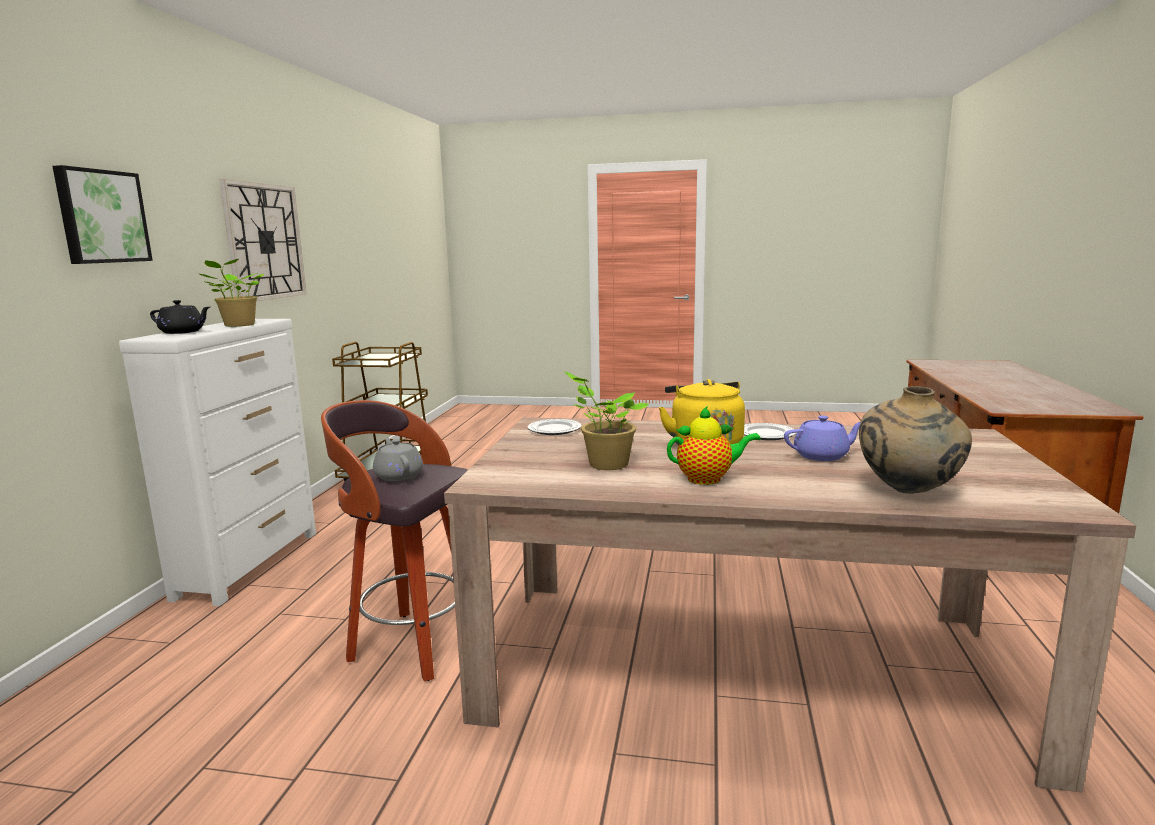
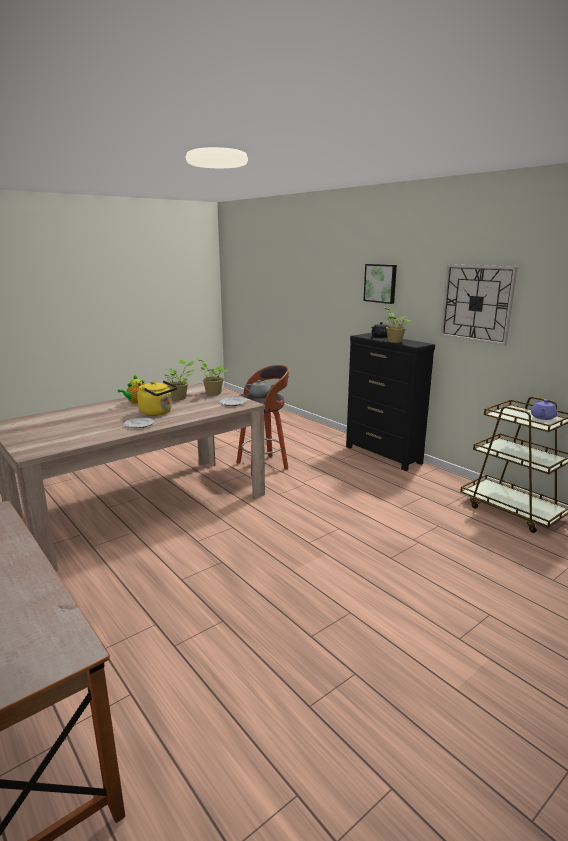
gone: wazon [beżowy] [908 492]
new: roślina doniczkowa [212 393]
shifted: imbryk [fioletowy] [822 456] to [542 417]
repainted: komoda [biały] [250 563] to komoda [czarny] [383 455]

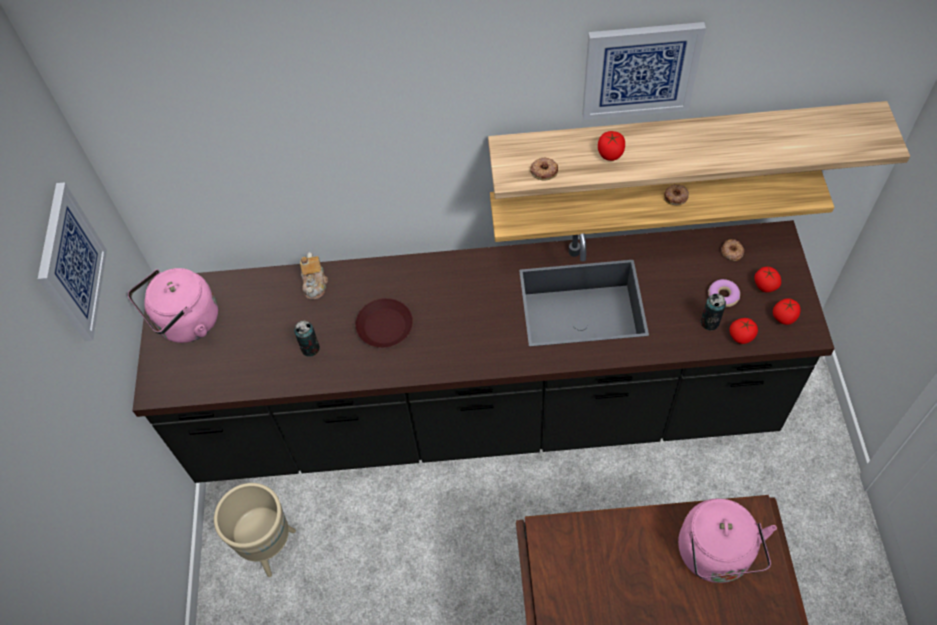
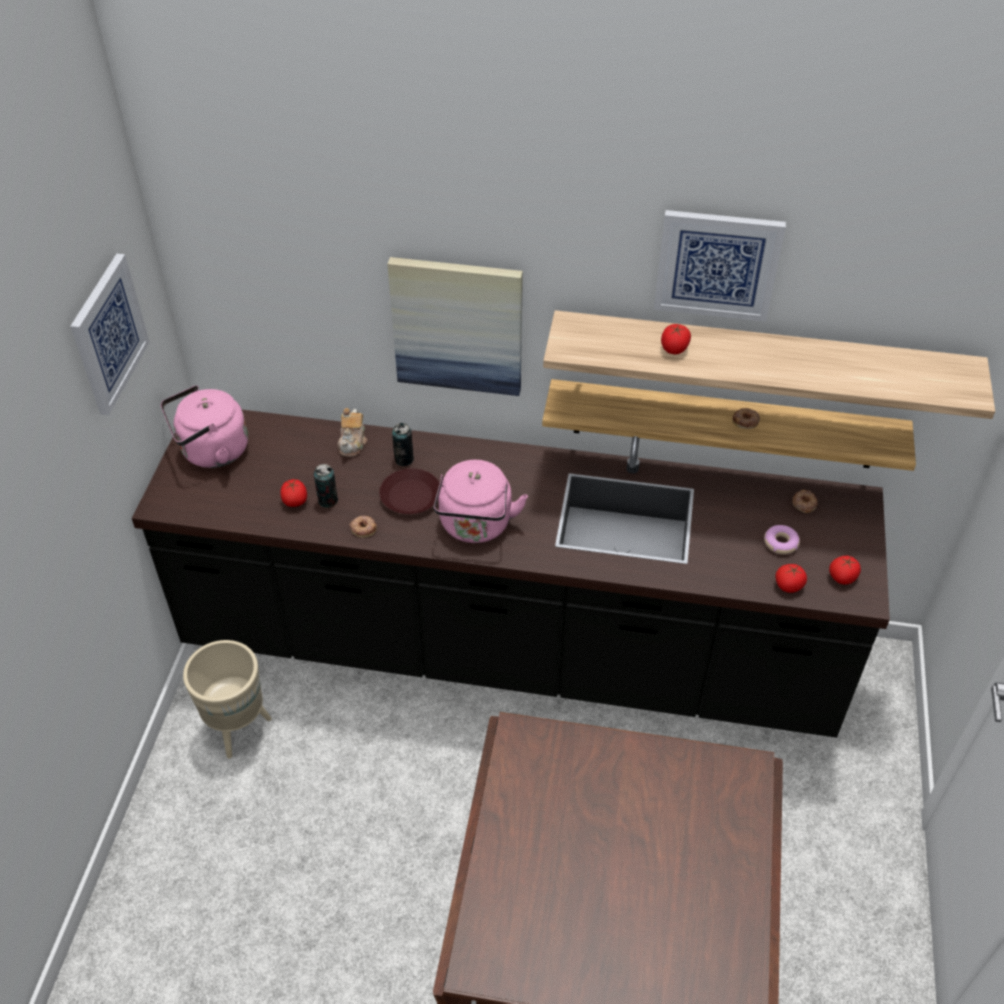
new: obraz [458 325]
shifted: donut [544 170] to [363 528]; pomidor [765 285] to [295 501]; puszka [709 322] to [404 459]; czajnik [różowy] [716 556] to [476 526]

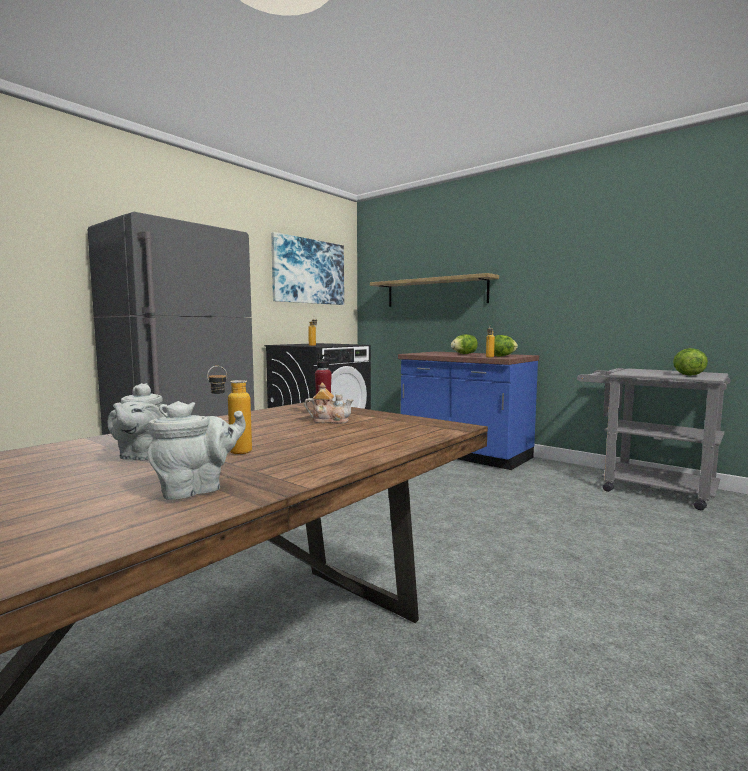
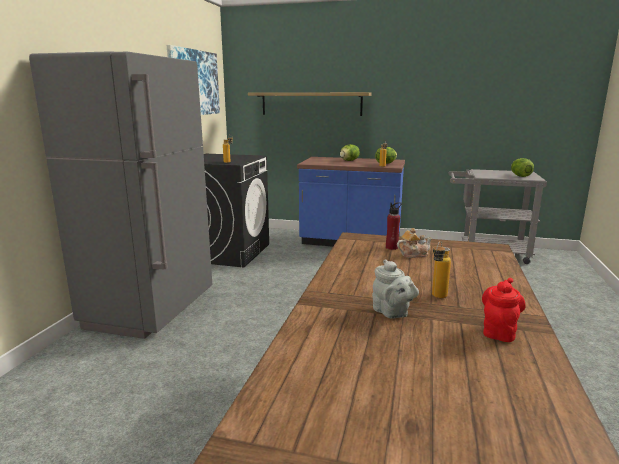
repainted: imbryk [szary] [196 490] to imbryk [czerwony] [499 331]

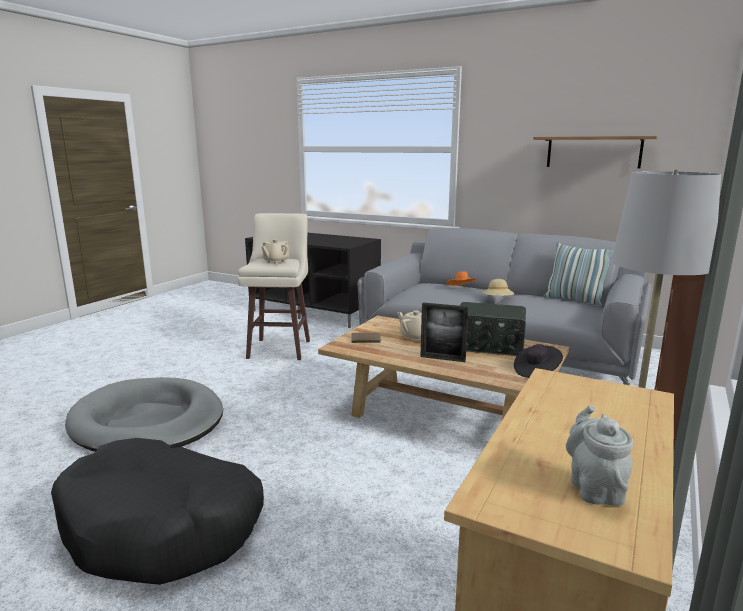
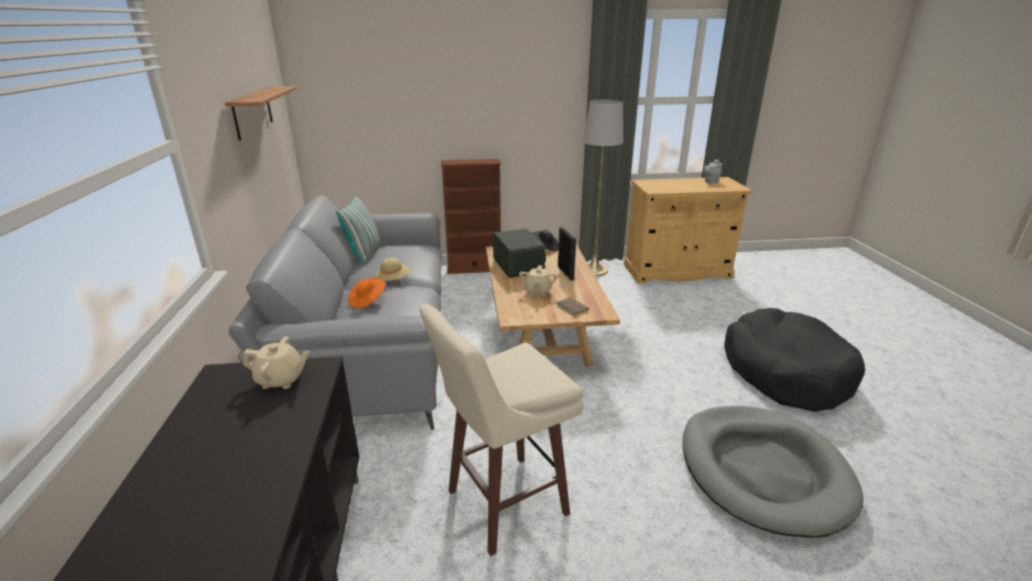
shifted: imbryk [beżowy] [275 261] to [281 380]

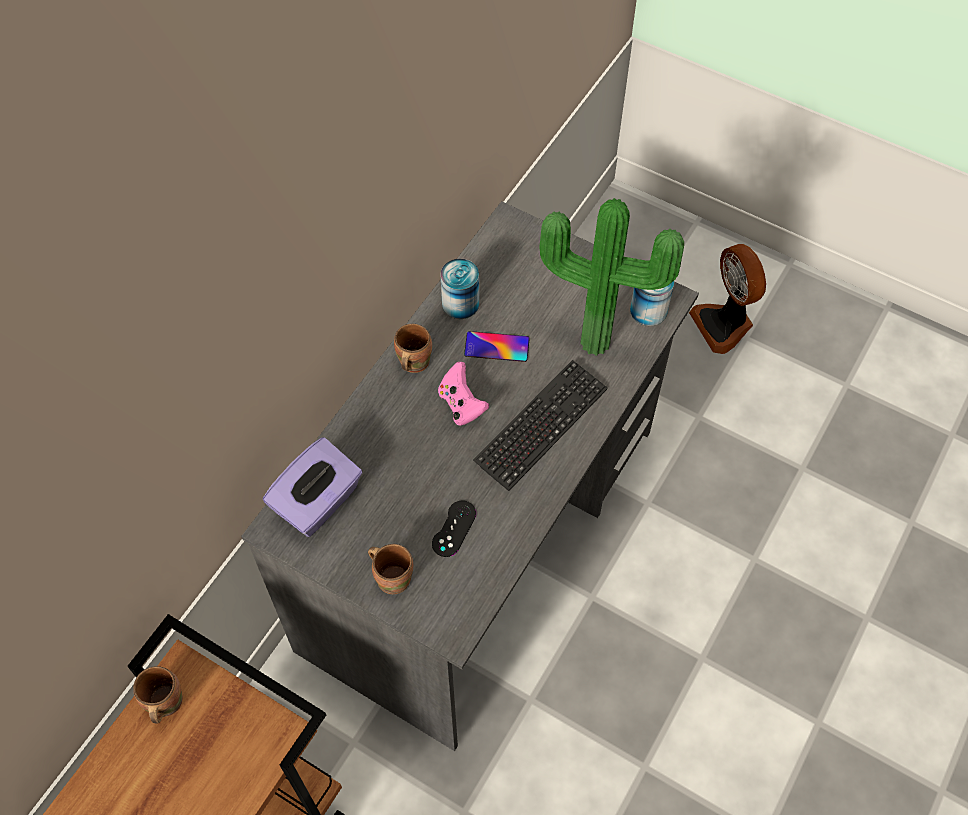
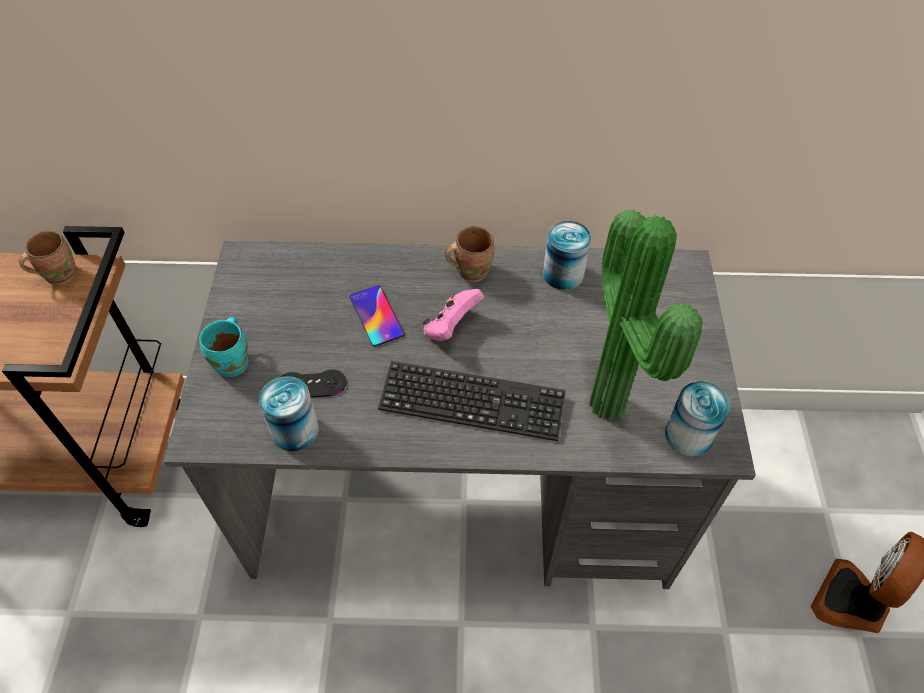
gone: pudełko chusteczek [fioletowy] [318 502]
new: puszka [295 430]
shifted: telefon [496 347] to [376 316]
repainted: kubek [brązowy] [393 577] to kubek [turkusowy] [234 362]

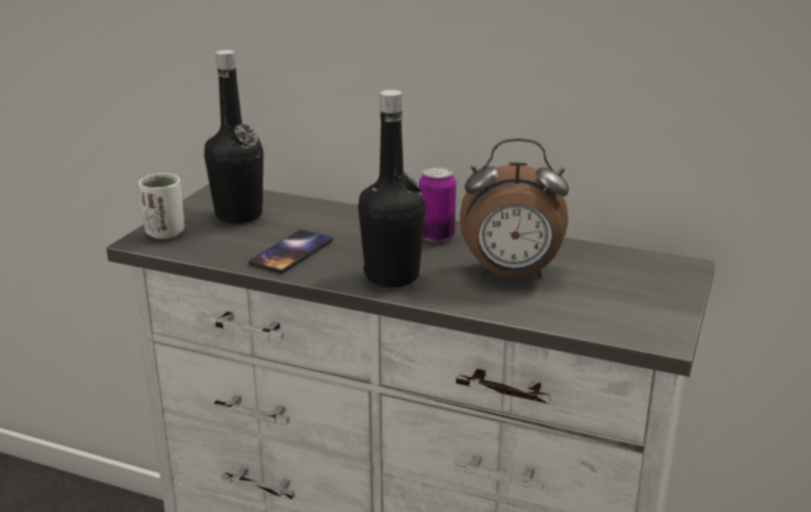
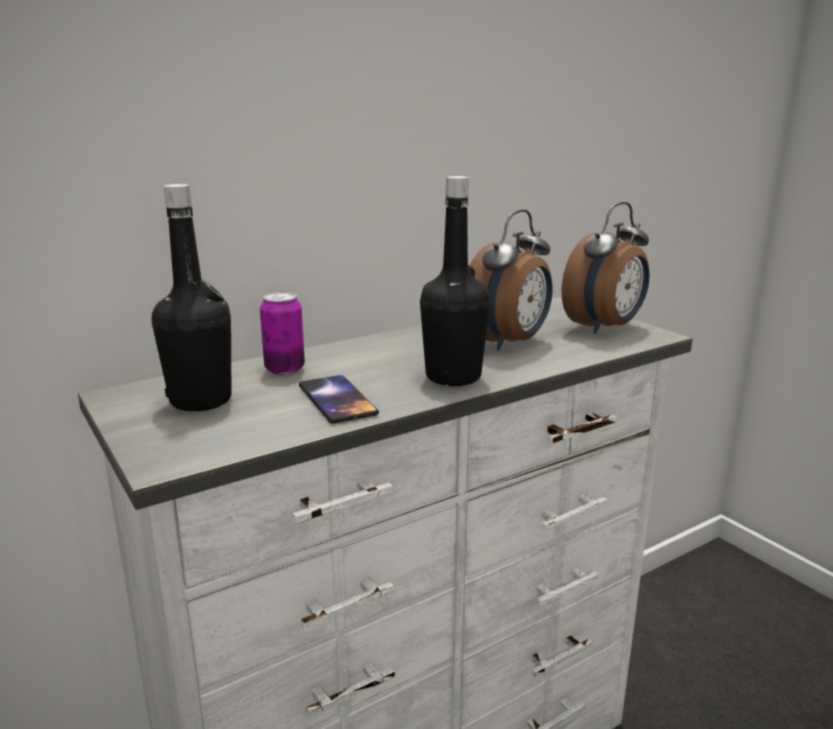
gone: filiżanka [biały] [165 233]
new: budzik [605 328]
shifted: puszka [436 236] to [284 369]

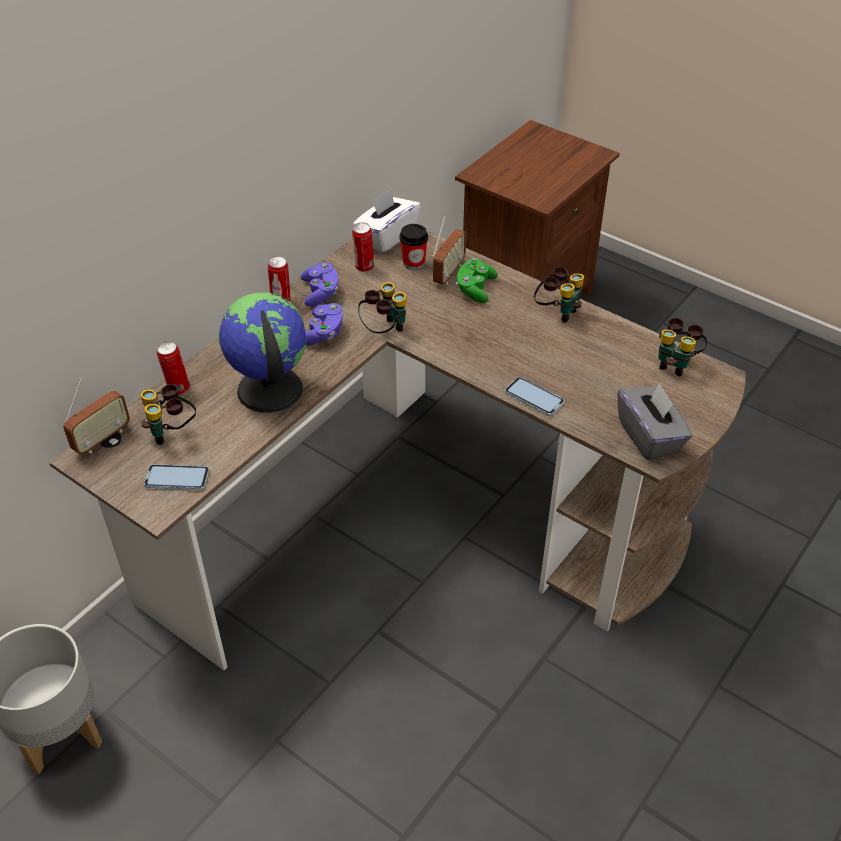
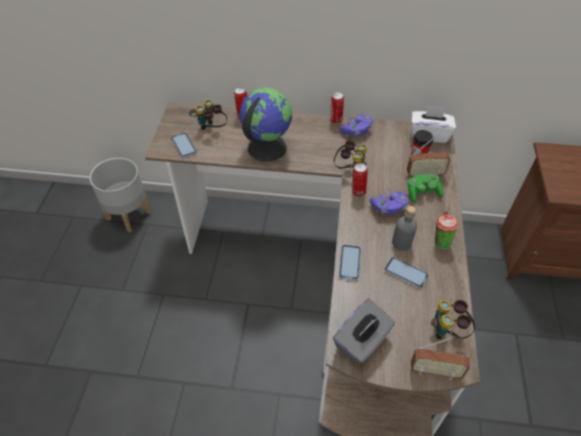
new: butelka [szary] [401 243]; telefon [406 273]
shifted: puszka [364 267] to [358 192]; pad do gier [fioletowy] [323 333] to [388 208]; radio [102 439] to [435 371]
swapped: lornetka [557 311] to filiżanka [440 242]

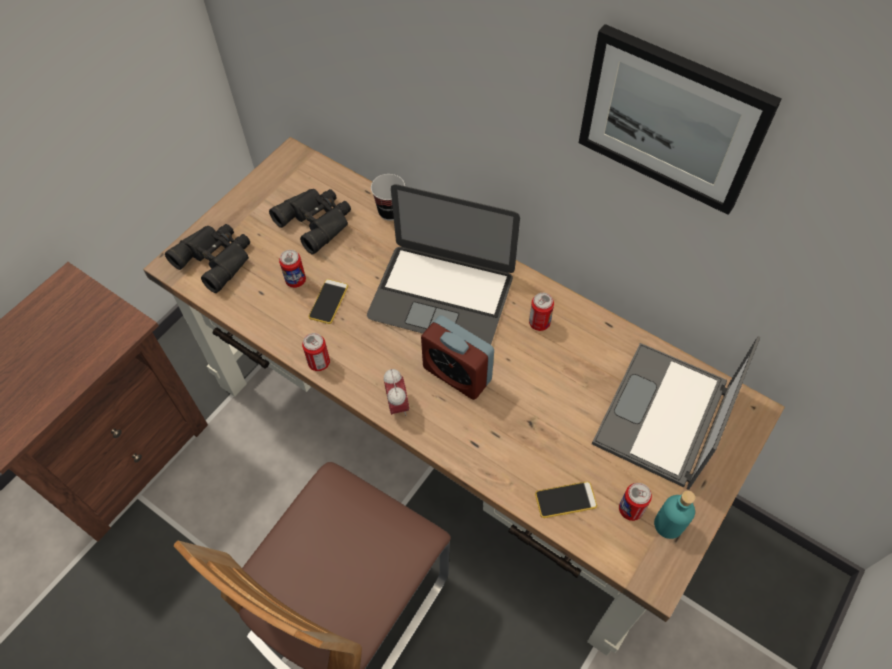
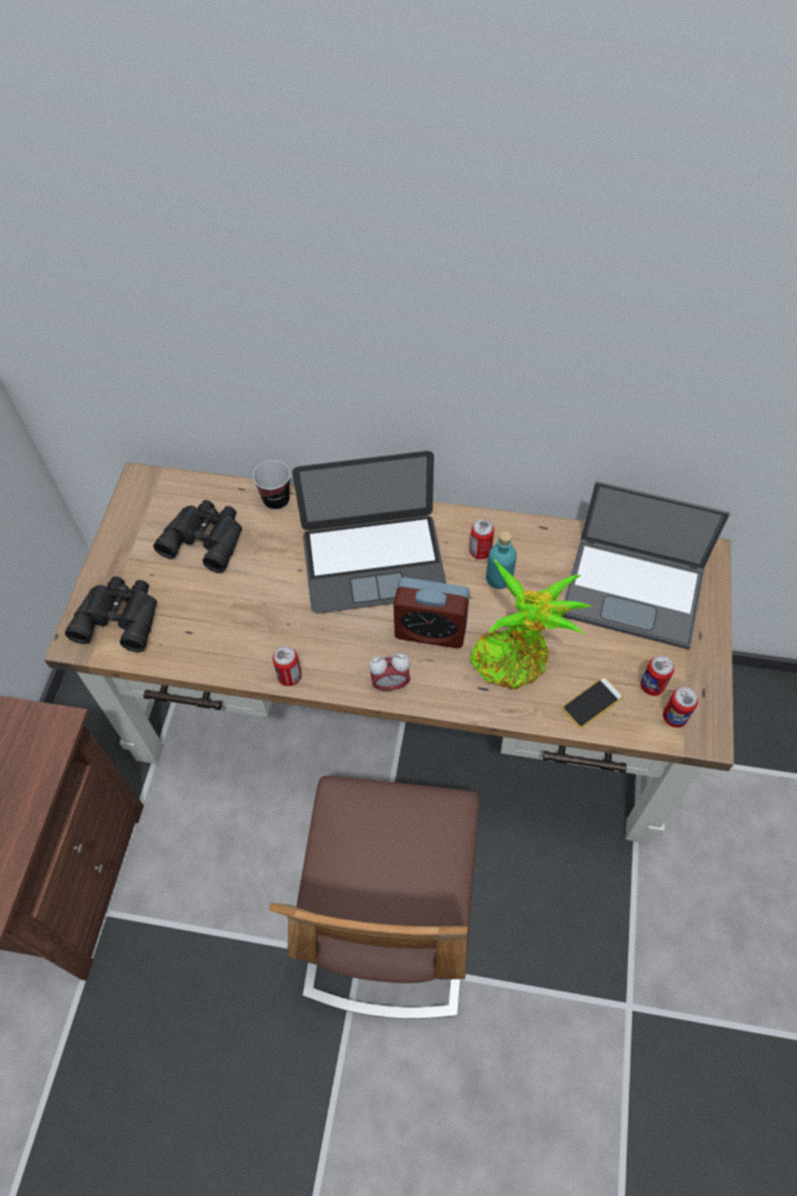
gone: obraz [672 119]; telefon [328 301]
new: roślina doniczkowa [516 657]
shifted: puszka [295 280] to [674 717]; butelka [turkusowy] [668 524] to [499 577]
rotated: laptop [662 416] = [635 591] 75 degrees counterclockwise; budzik [397 405] = [390 684] 120 degrees clockwise

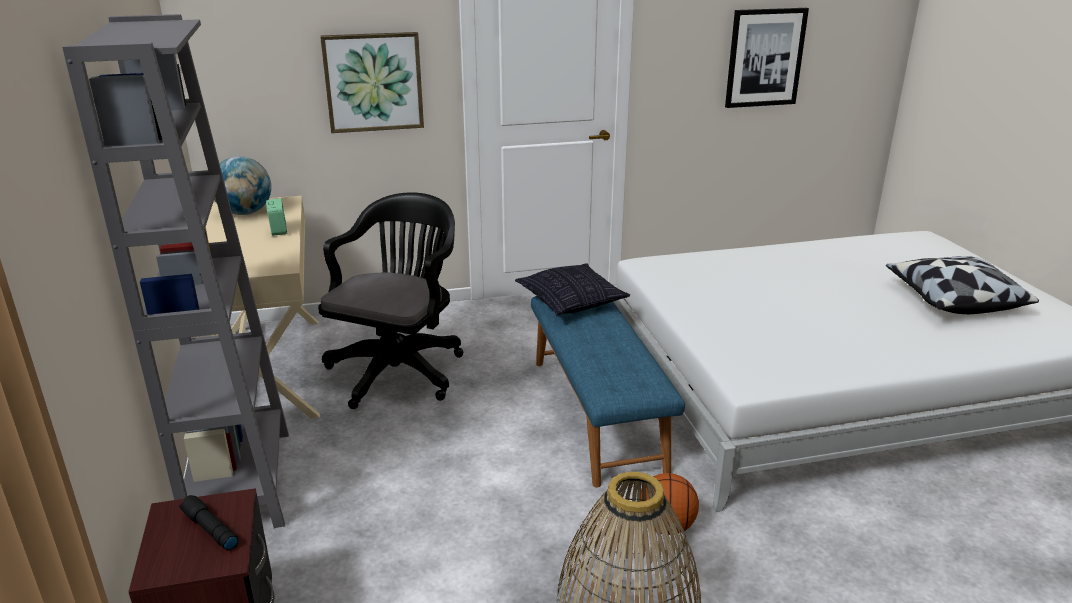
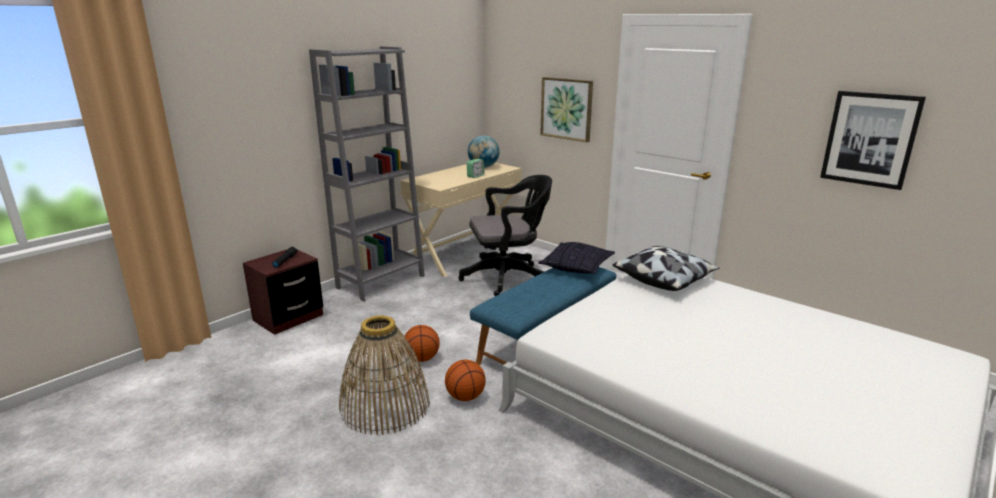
new: piłka do koszykówki [422 359]
shifted: poduszka [953 300] to [664 279]

